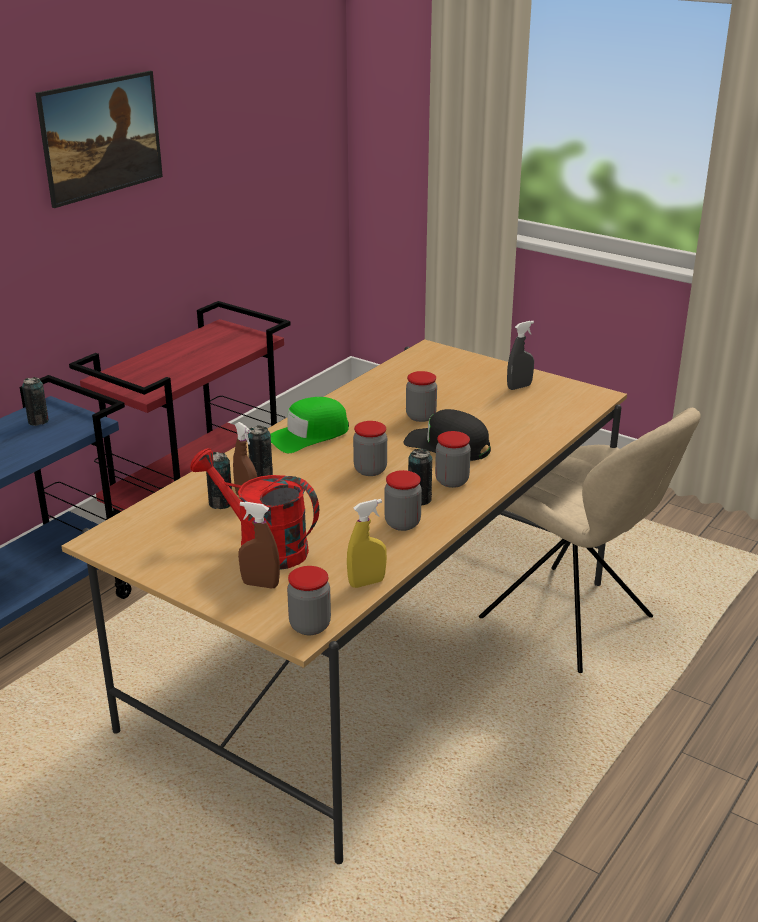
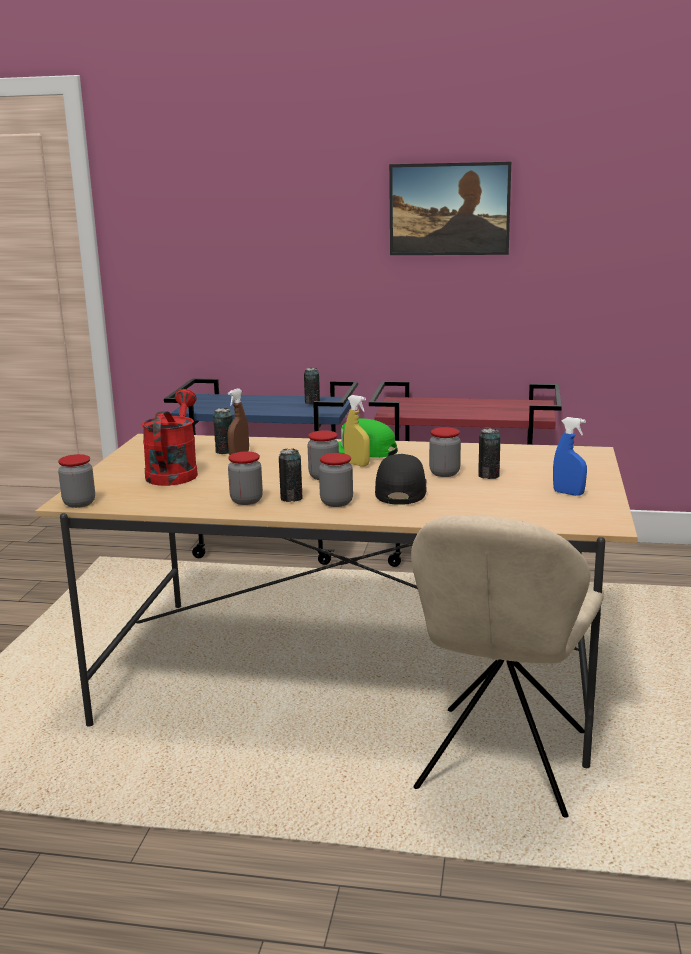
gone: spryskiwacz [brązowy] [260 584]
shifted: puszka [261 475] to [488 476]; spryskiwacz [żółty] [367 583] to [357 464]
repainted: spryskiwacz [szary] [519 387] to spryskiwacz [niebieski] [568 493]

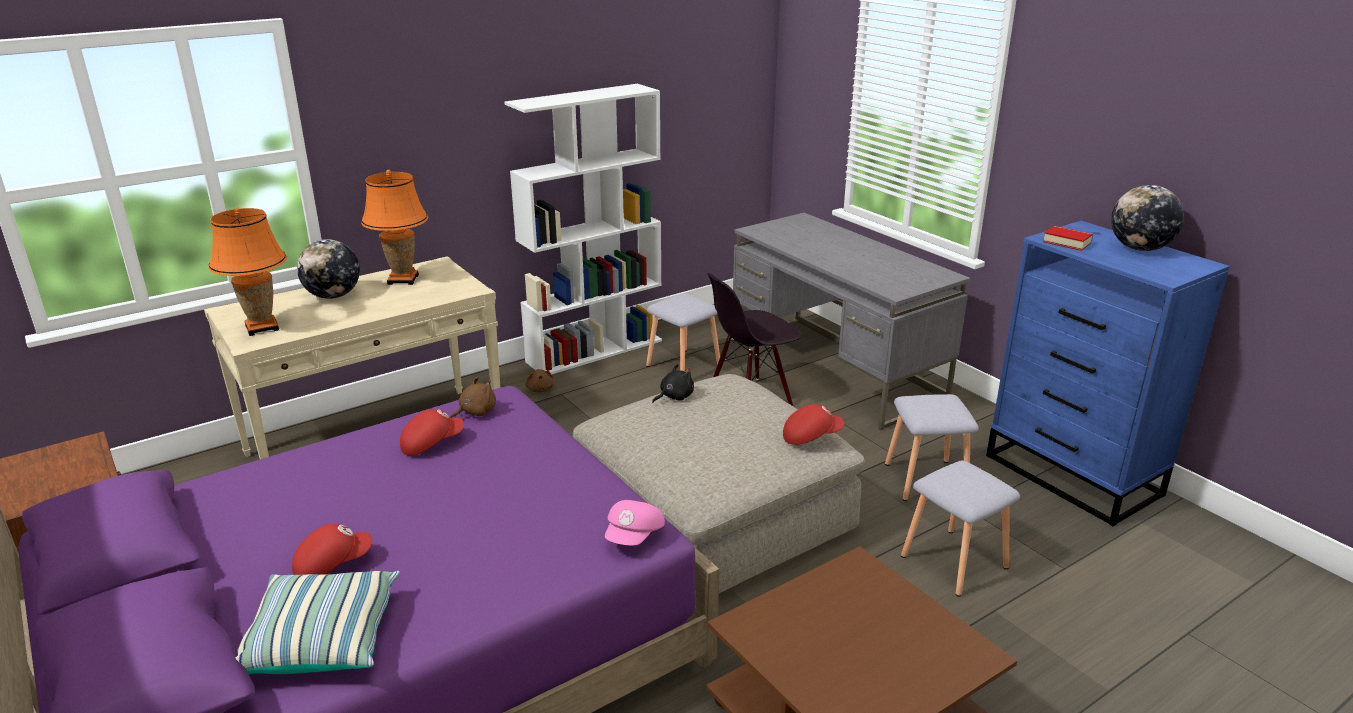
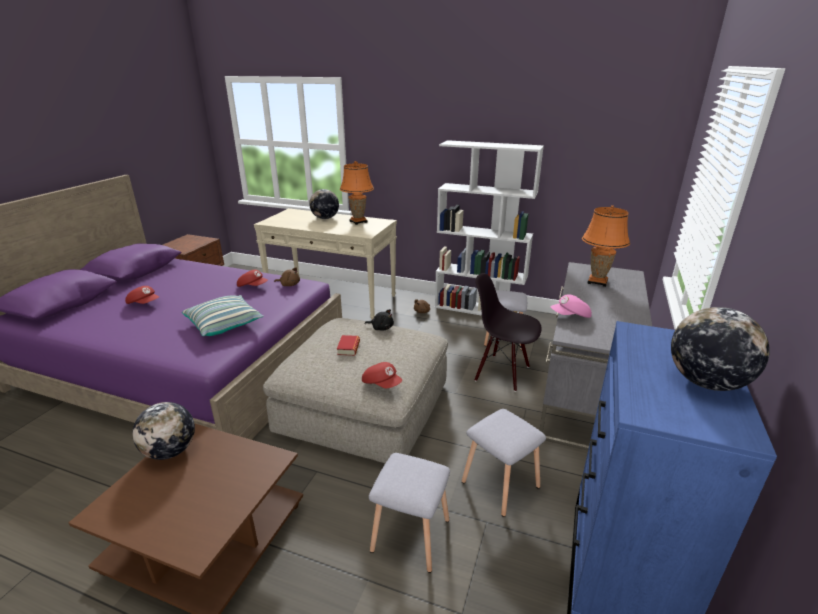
new: globus [170 451]
shifted: lampa stołowa [pomarańczowy] [262 327] to [597 281]; książka [1066 242] to [348 348]; czapka z daszkiem [różowy] [635 536] to [570 316]; poduszka [321 639] to [224 324]

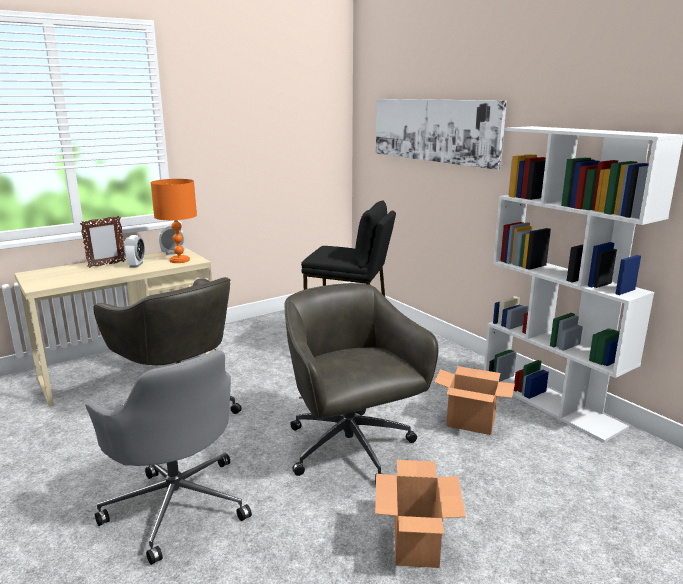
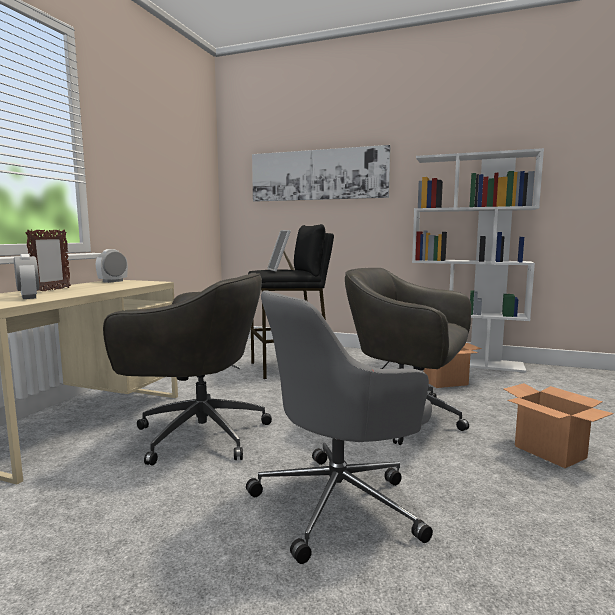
gone: lampa stołowa [pomarańczowy] [180 260]
new: ramka na zdjęcie [280 270]
shifted: budzik [136 265] to [28 297]
rotated: krzesło biurowe [szary] [177 503] = [340 502] 135 degrees clockwise

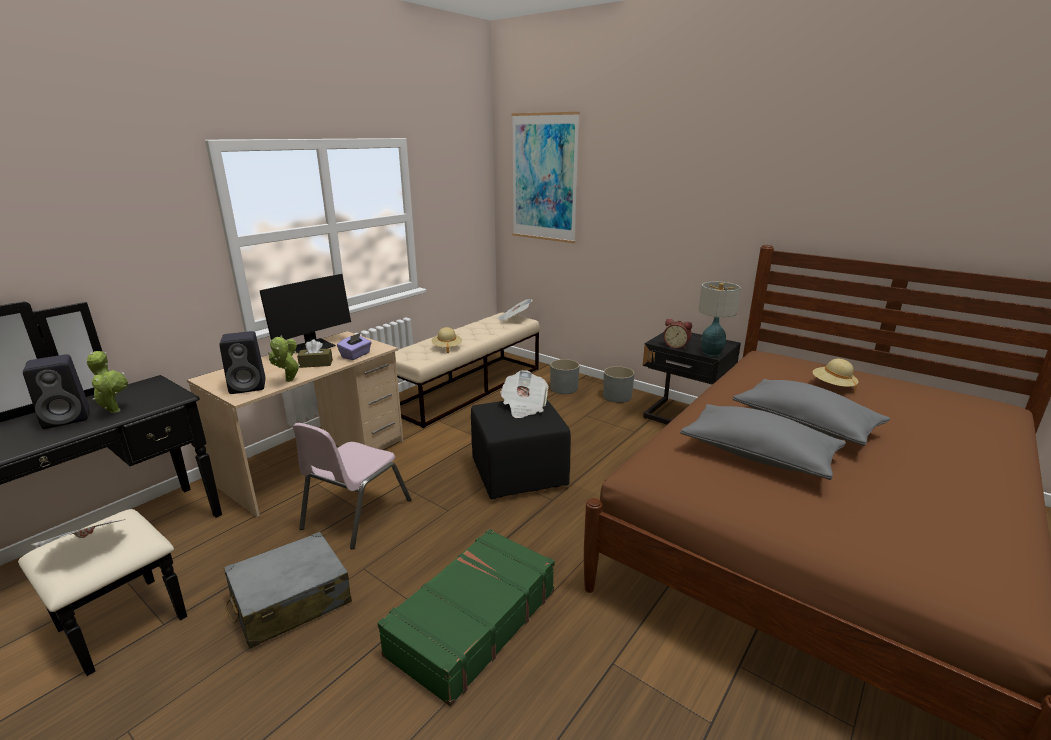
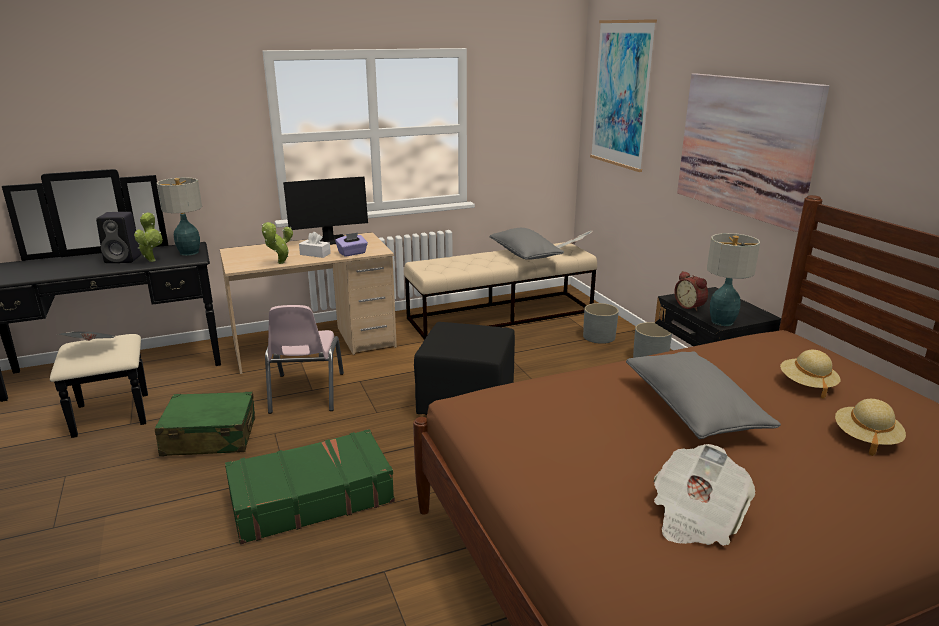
gone: głośnik [czarny] [249 386]
new: obraz [744 146]; lampa stołowa [188 253]
shifted: kapelusz [beżowy] [447 347] to [865 438]; gazeta [524 406] to [696 517]; poduszka [szary] [758 455] to [525 255]
repainted: pudełko chusteczek [brązowy] [316 364] to pudełko chusteczek [biały] [315 254]; walizka [szary] [290 601] to walizka [zielony] [210 437]
rotated: krzesło [różowy] [355 514] = [306 393] 60 degrees counterclockwise

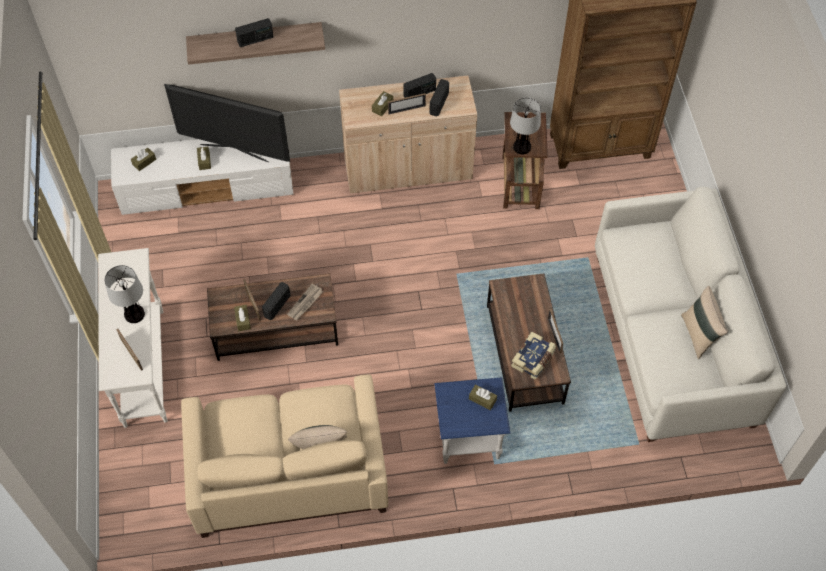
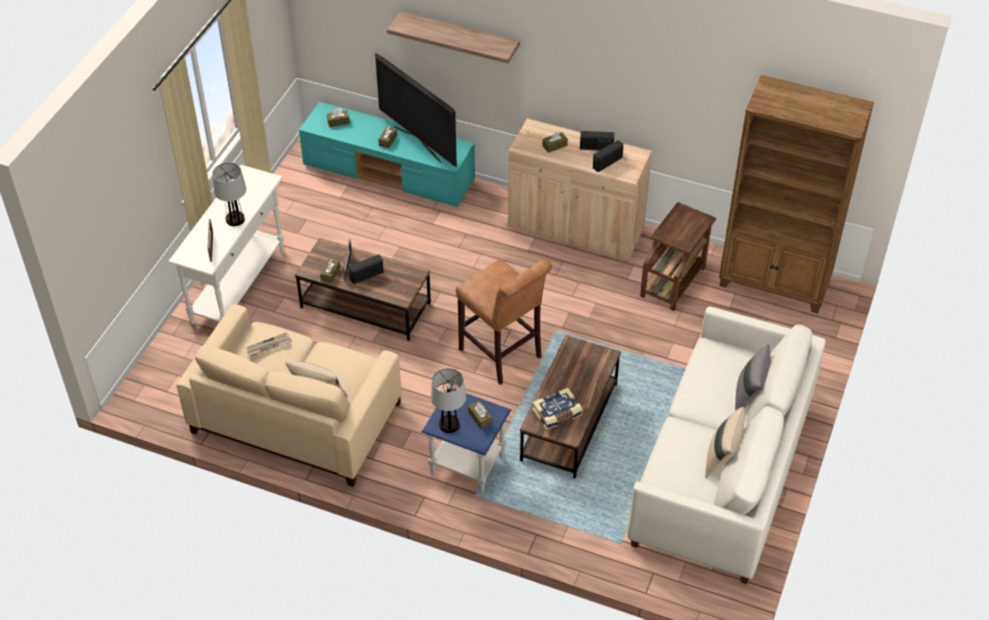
gone: radio [255 40]; ramka na zdjęcie [407 109]
new: stołek [brązowy] [503 356]; poduszka [szary] [749 396]
shifted: lampa stołowa [522 147] to [449 425]; gazeta [305 303] to [268 346]
repainted: szafka pod telewizor [biały] [208 187] to szafka pod telewizor [turkusowy] [390 173]

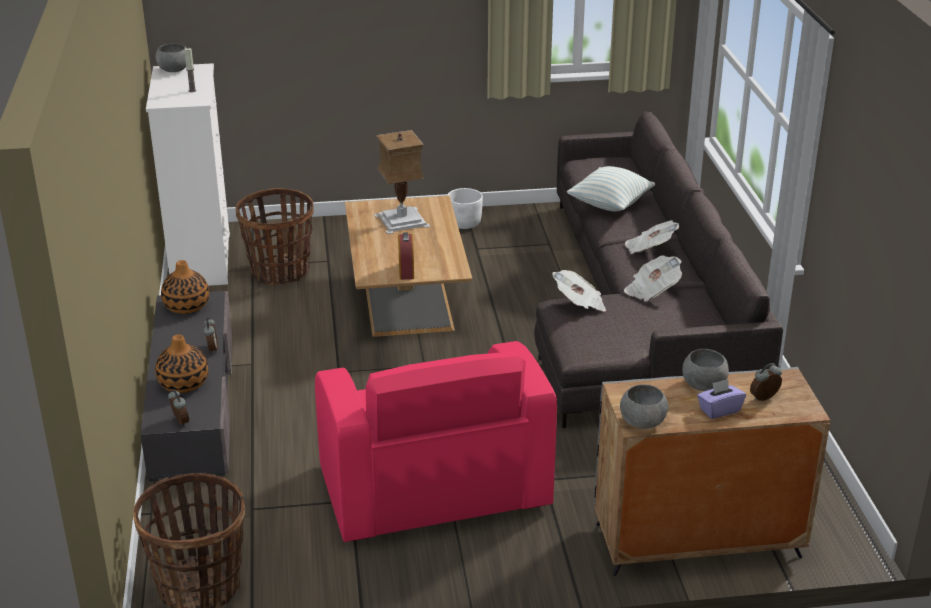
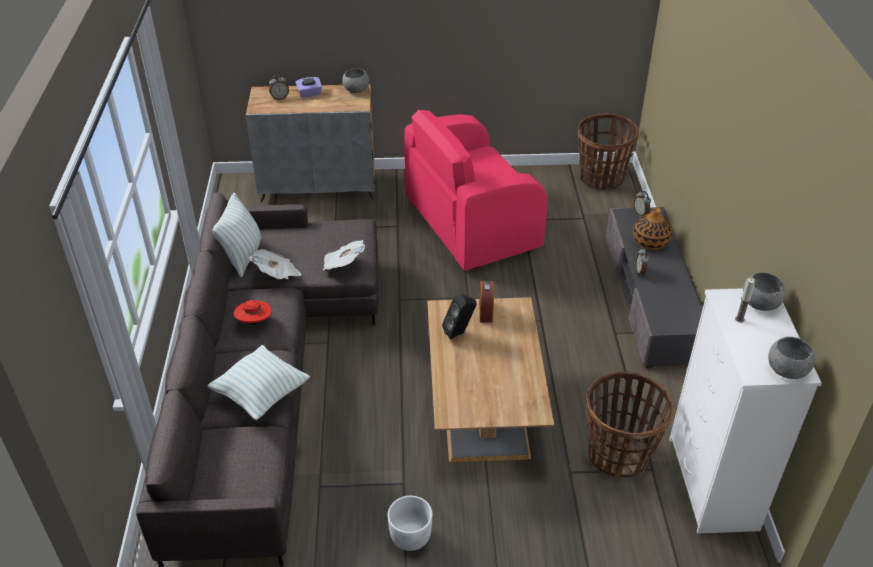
gone: lampa stołowa [401 221]; wazon [187 306]
new: poduszka [242 256]; głośnik [czarny] [459 333]
shifted: miska [szary] [703 385] to [760 303]
swapped: gazeta [649 249] to kapelusz [czerwony] [254 322]
rotated: fotel [różowy] [432 489] = [470 224] 105 degrees counterclockwise

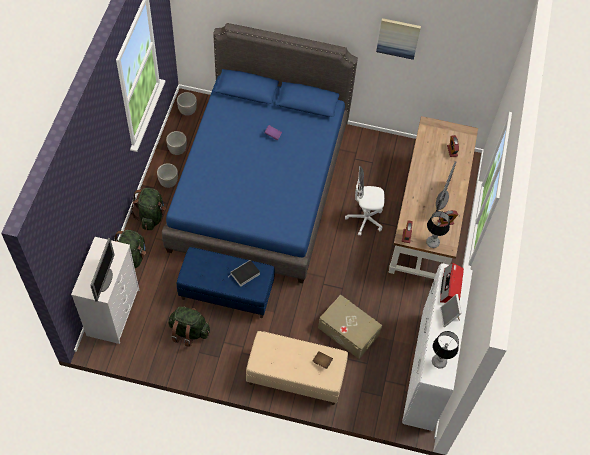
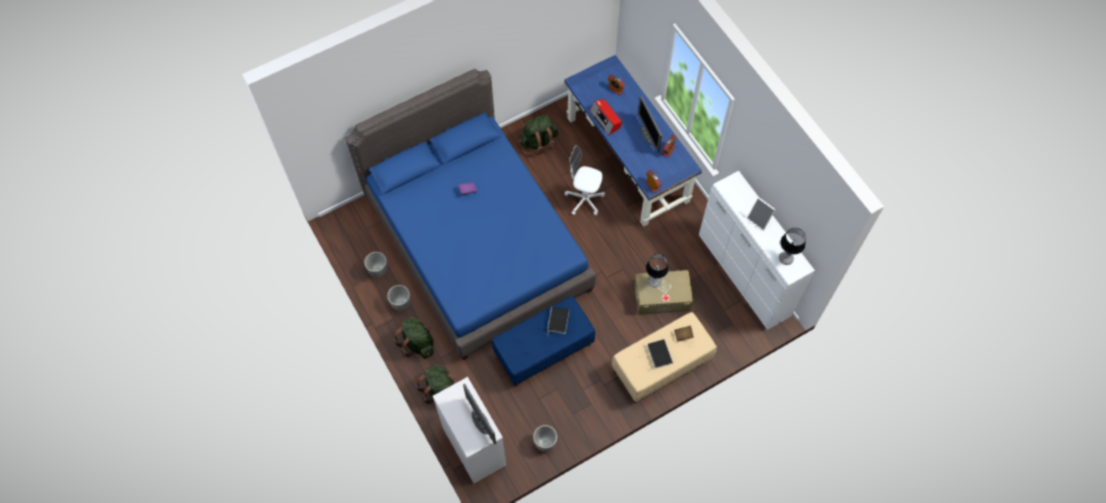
gone: obraz [398 38]
new: książka [659 353]
shifted: donica [187 111] to [545 442]; lampa stołowa [432 243] to [654 282]; radio [451 287] to [605 119]; plecak [zielony] [189 331] to [539 142]
repainted: biurko [brązowy] [427 218] to biurko [niebieski] [628 159]
rotated: krzesło biurowe [biały] [365 220] = [584 200] 60 degrees clockwise

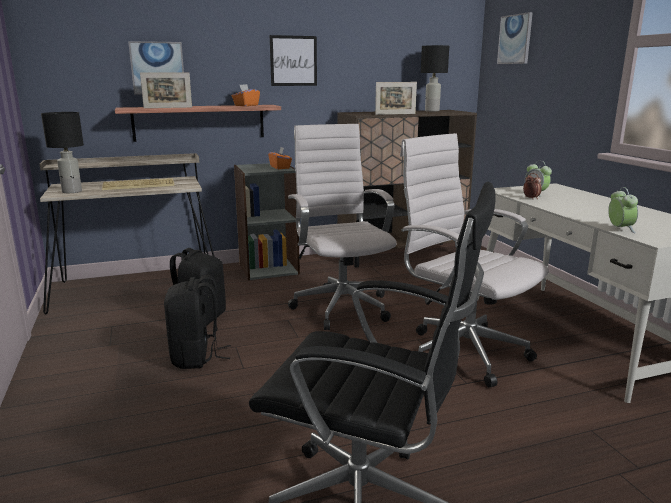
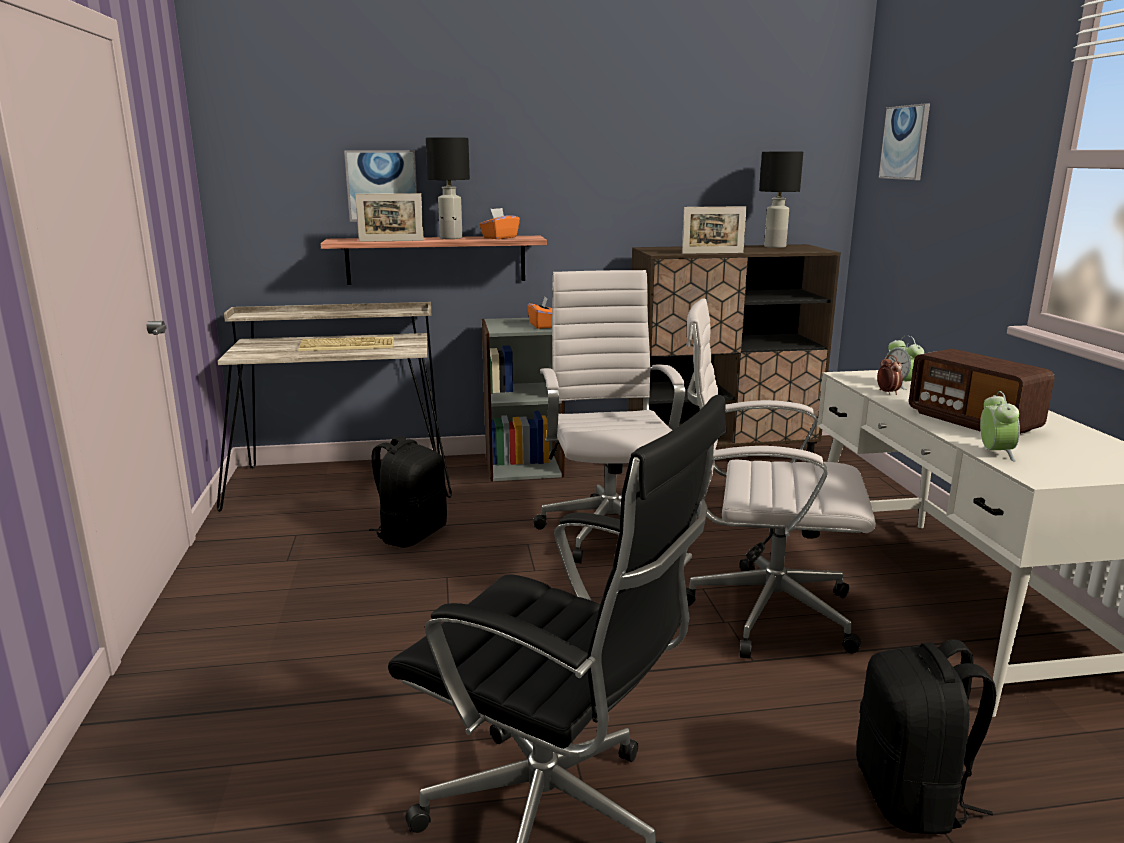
gone: obraz [293 61]
new: radio [972 421]
shifted: lampa stołowa [czarny] [72 191] to [451 238]; plecak [czarny] [196 357] to [911 797]
rotated: krzesło biurowe [biały] [461 351] = [761 612] 45 degrees counterclockwise

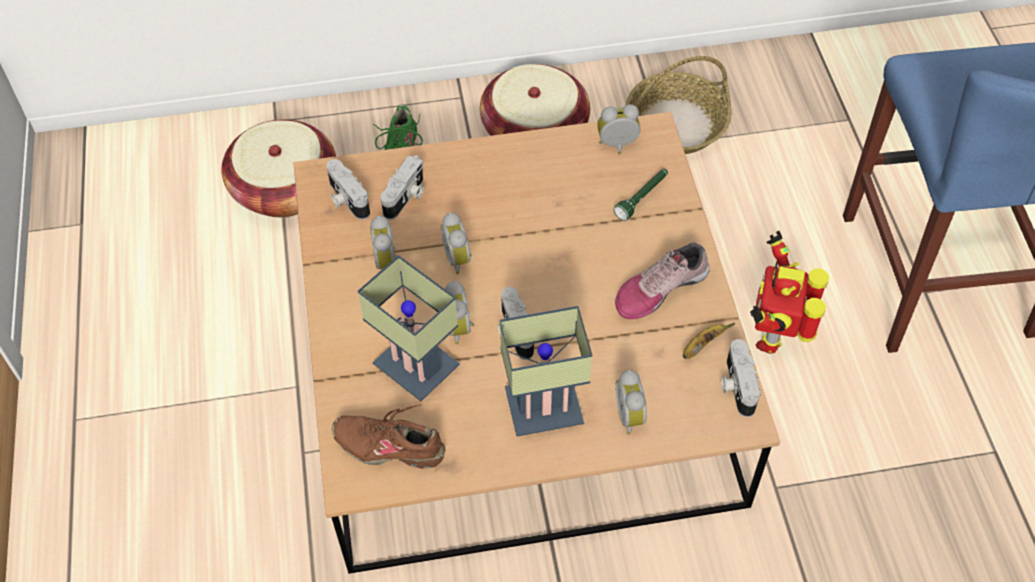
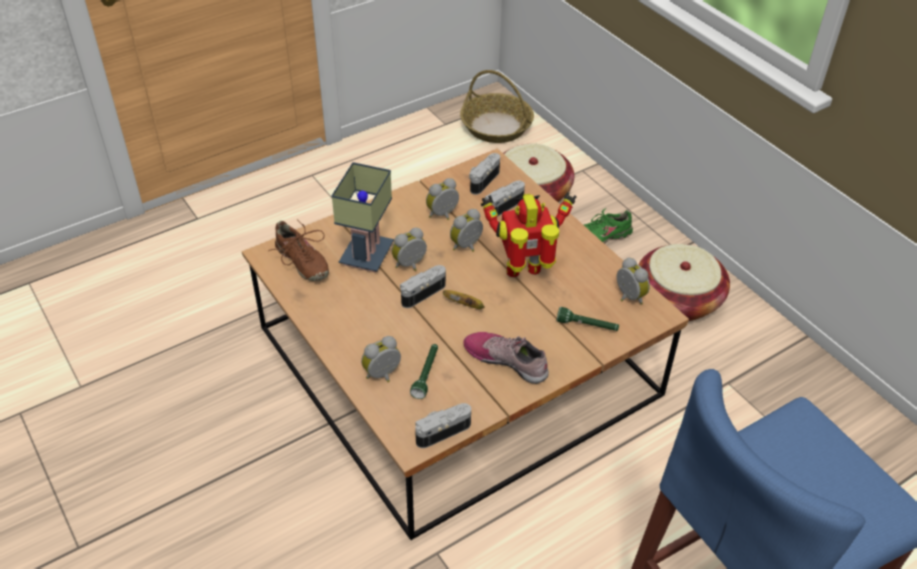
gone: lampa stołowa [546 405]
new: latarka [zielony] [426 374]
shifted: koszyk [676 124] to [496 127]; robot zabawkowy [773 336] to [525 272]; banan [702 345] to [465 305]
rotated: aparat fotograficzny [406 197] = [502 206] 135 degrees clockwise; but [brązowy] [390 446] = [301 262] 150 degrees clockwise

